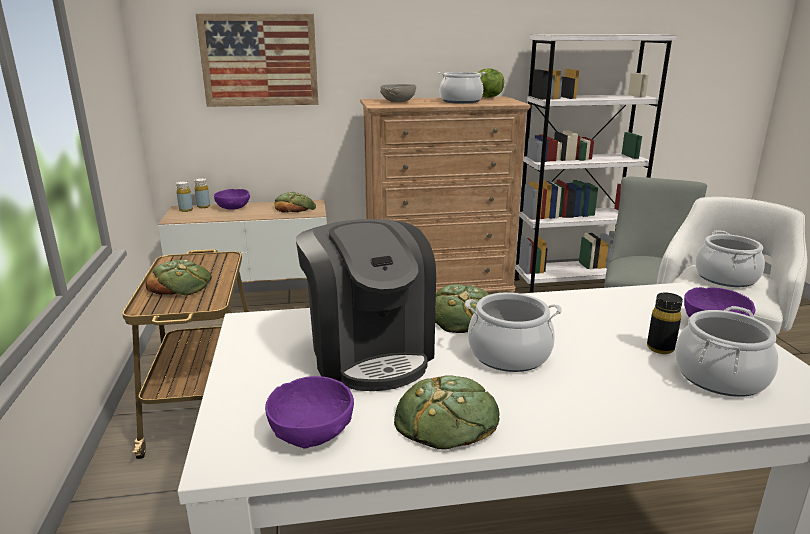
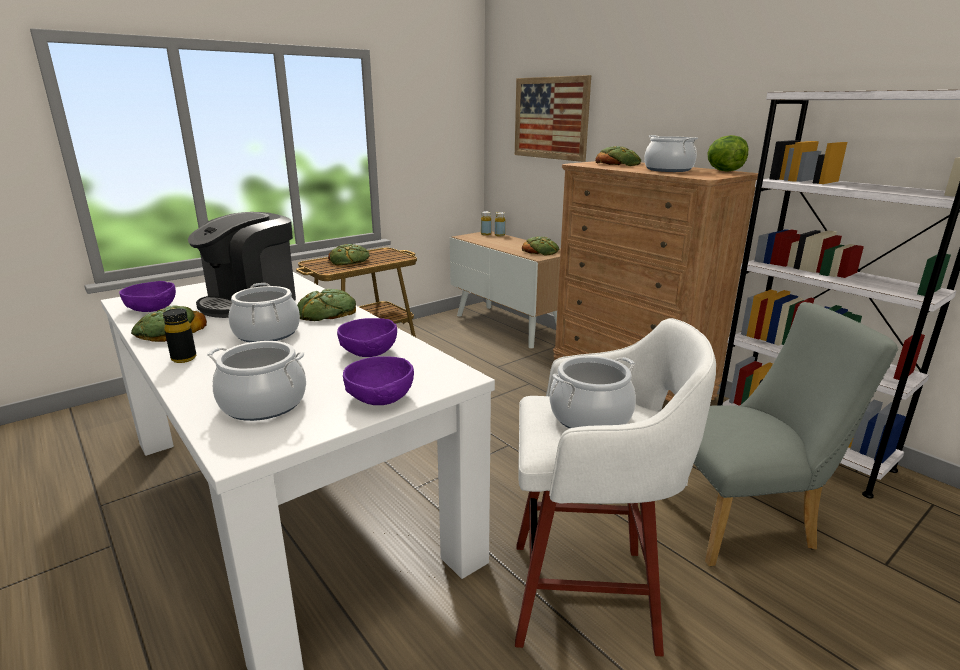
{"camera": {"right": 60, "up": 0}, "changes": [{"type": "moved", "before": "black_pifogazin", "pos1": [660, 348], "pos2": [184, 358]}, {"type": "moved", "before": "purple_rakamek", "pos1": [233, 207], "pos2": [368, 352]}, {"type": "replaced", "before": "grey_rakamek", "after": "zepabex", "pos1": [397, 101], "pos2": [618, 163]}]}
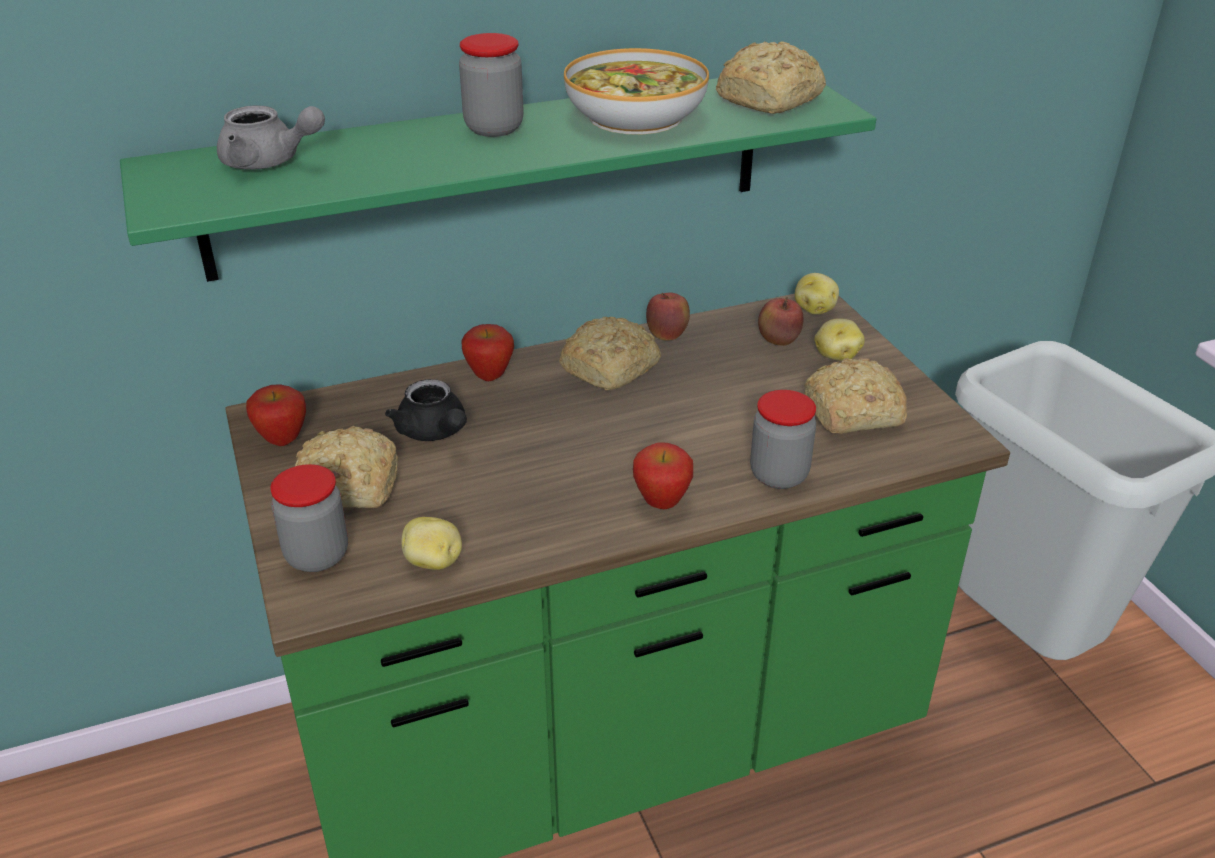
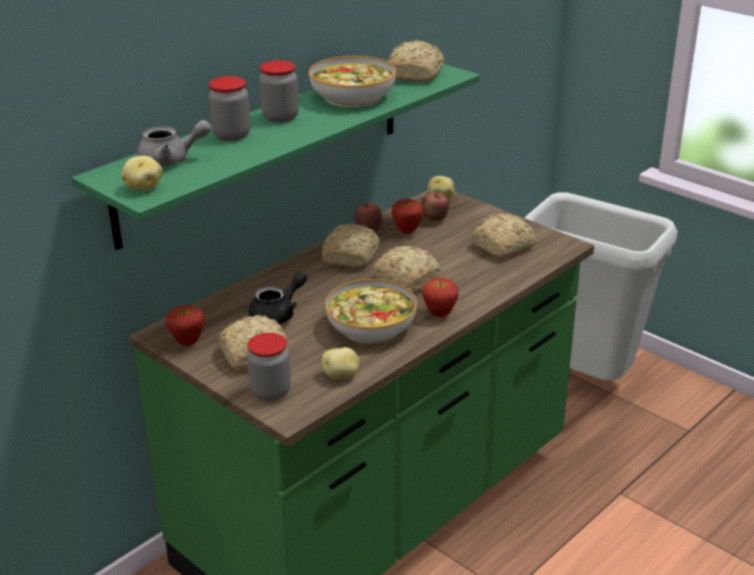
{"camera": {"right": -25, "up": -5}, "changes": [{"type": "moved", "before": "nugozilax", "pos1": [836, 356], "pos2": [143, 188]}, {"type": "moved", "before": "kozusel", "pos1": [779, 475], "pos2": [231, 135]}, {"type": "turned", "before": "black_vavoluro", "pos1": [434, 432], "pos2": [278, 314], "turn": -75}, {"type": "added", "after": "rakamek", "pos2": [371, 327]}, {"type": "added", "after": "zepabex", "pos2": [406, 279]}, {"type": "moved", "before": "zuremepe", "pos1": [490, 377], "pos2": [407, 231]}]}
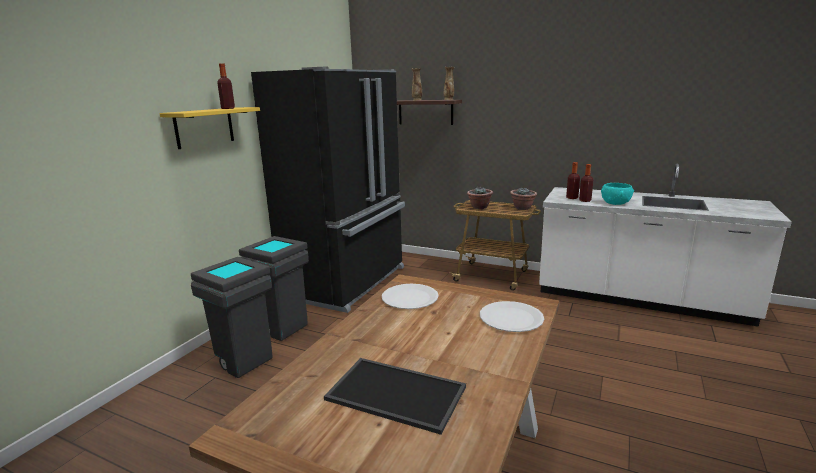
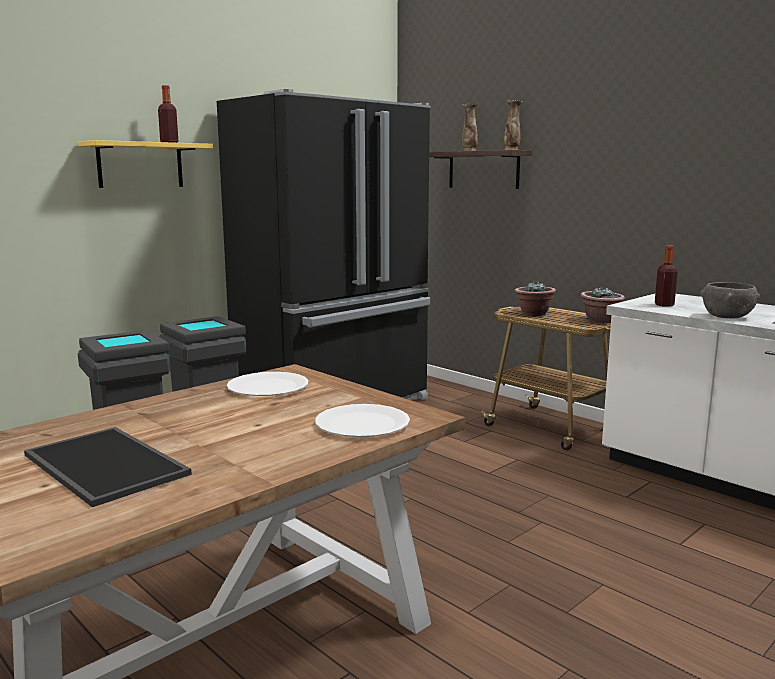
{"camera": {"right": 20, "up": -5}, "changes": [{"type": "recoloured", "before": "turquoise_rakamek", "after": "grey_rakamek", "pos1": [615, 203], "pos2": [727, 316]}, {"type": "removed", "before": "pifogazin", "pos1": [585, 200]}]}
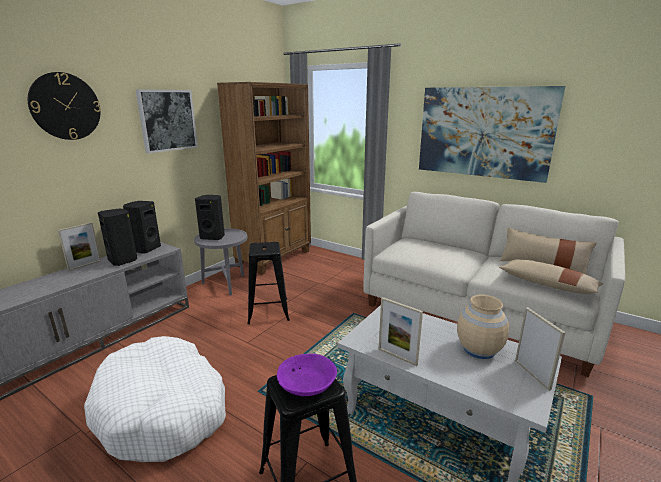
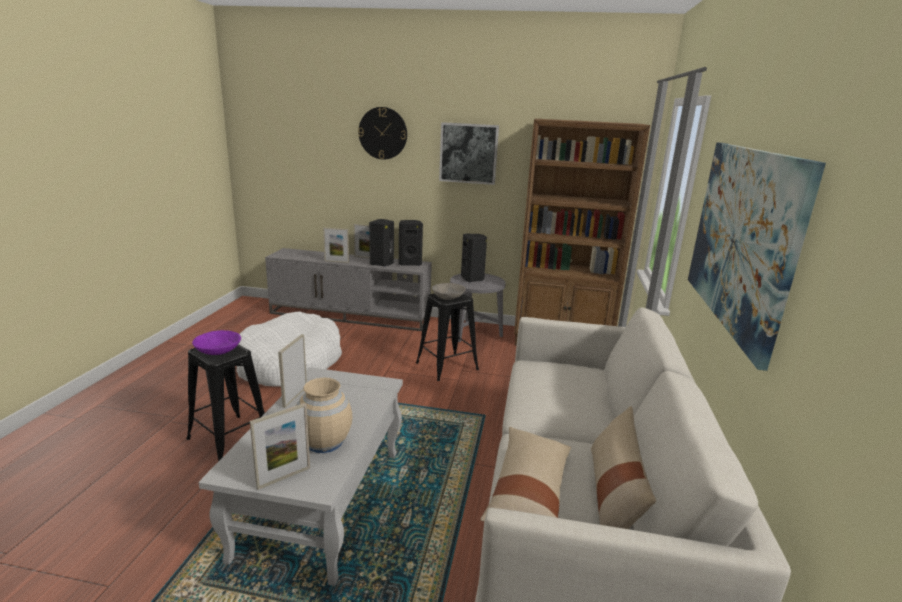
{"camera": {"right": 65, "up": 0}, "changes": [{"type": "added", "after": "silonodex", "pos2": [336, 261]}, {"type": "added", "after": "grey_rakamek", "pos2": [448, 297]}]}
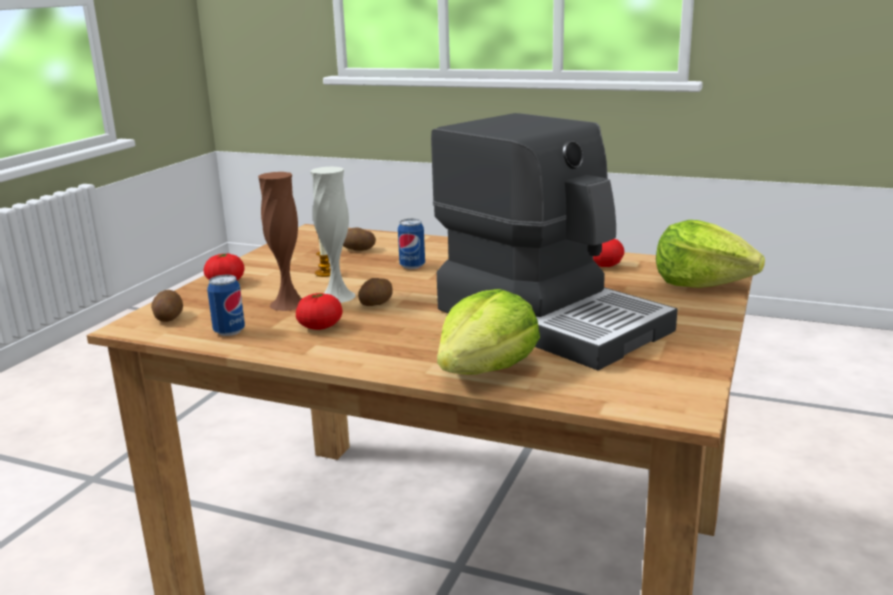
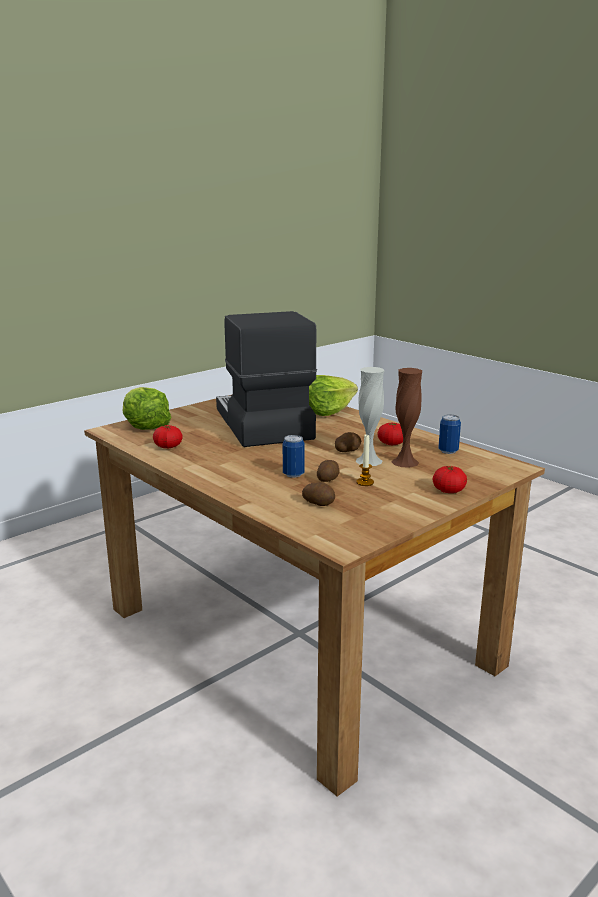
{"camera": {"right": -155, "up": 0}, "changes": [{"type": "moved", "before": "nugozilax", "pos1": [168, 318], "pos2": [328, 479]}]}
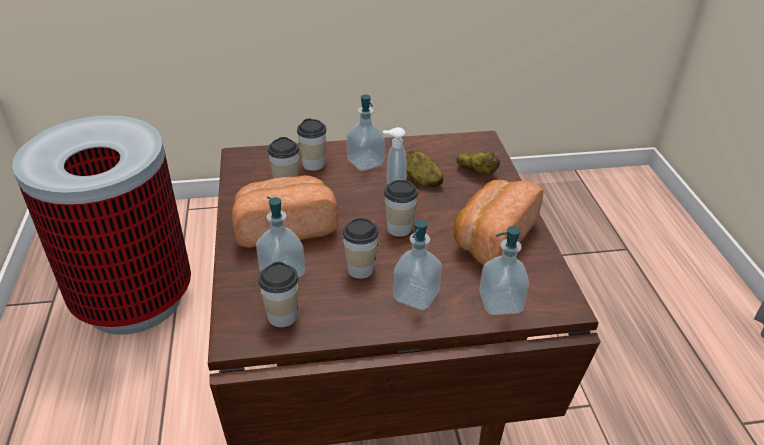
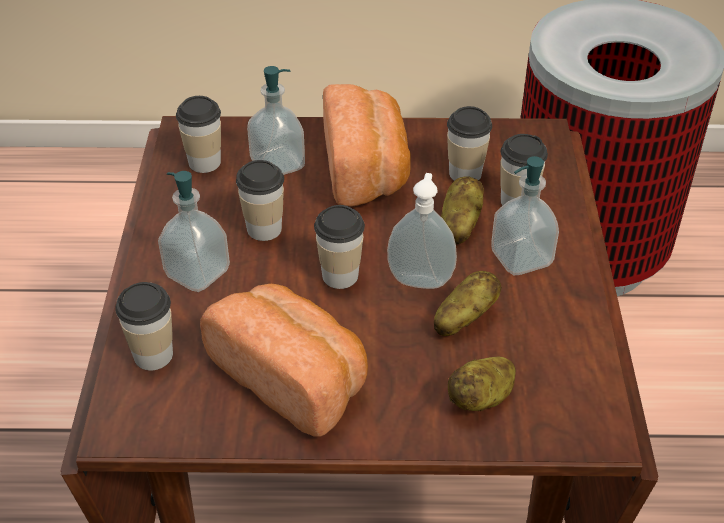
{"camera": {"right": 100, "up": 5}, "changes": [{"type": "replaced", "before": "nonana", "after": "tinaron", "pos1": [500, 303], "pos2": [153, 355]}, {"type": "added", "after": "nugozilax", "pos2": [459, 225]}]}
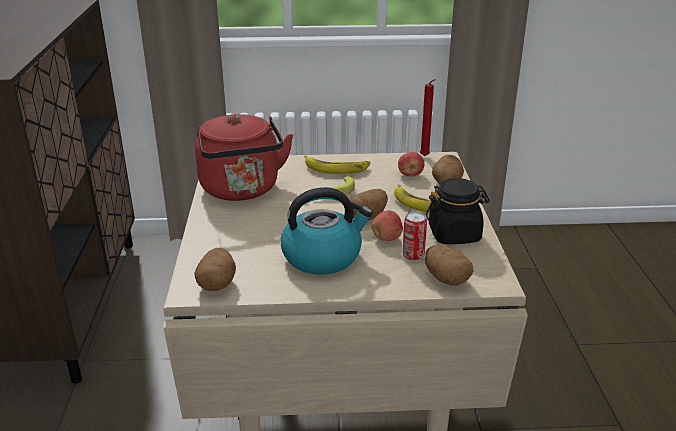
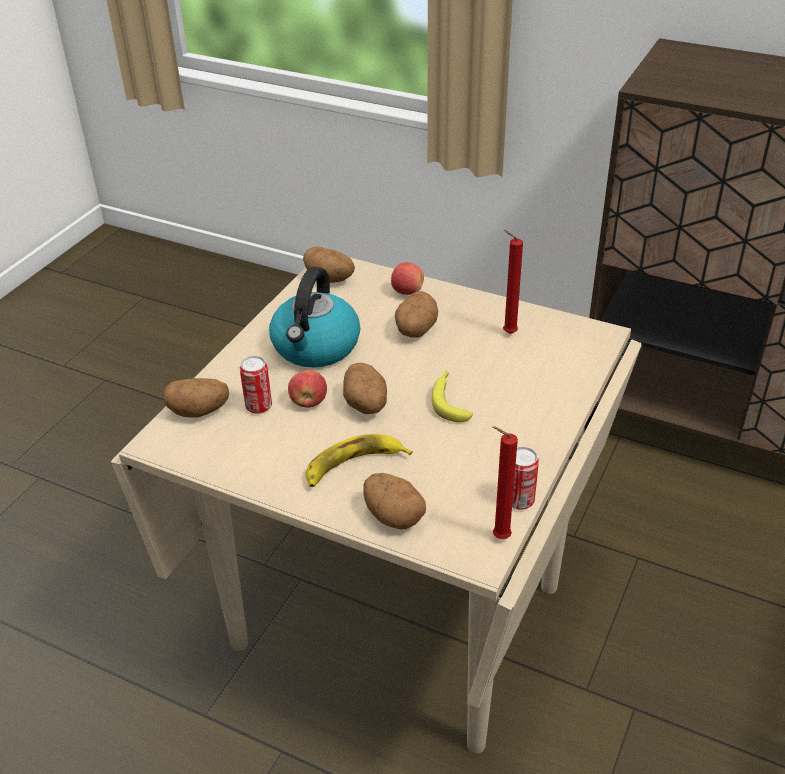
{"camera": {"right": 120, "up": 10}, "changes": [{"type": "moved", "before": "zuremepe", "pos1": [410, 175], "pos2": [407, 291]}, {"type": "added", "after": "nugozilax", "pos2": [415, 330]}, {"type": "replaced", "before": "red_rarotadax", "after": "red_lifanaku", "pos1": [242, 190], "pos2": [507, 333]}, {"type": "added", "after": "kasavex", "pos2": [519, 500]}, {"type": "removed", "before": "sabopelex", "pos1": [336, 168]}, {"type": "removed", "before": "black_kozusel", "pos1": [454, 234]}]}
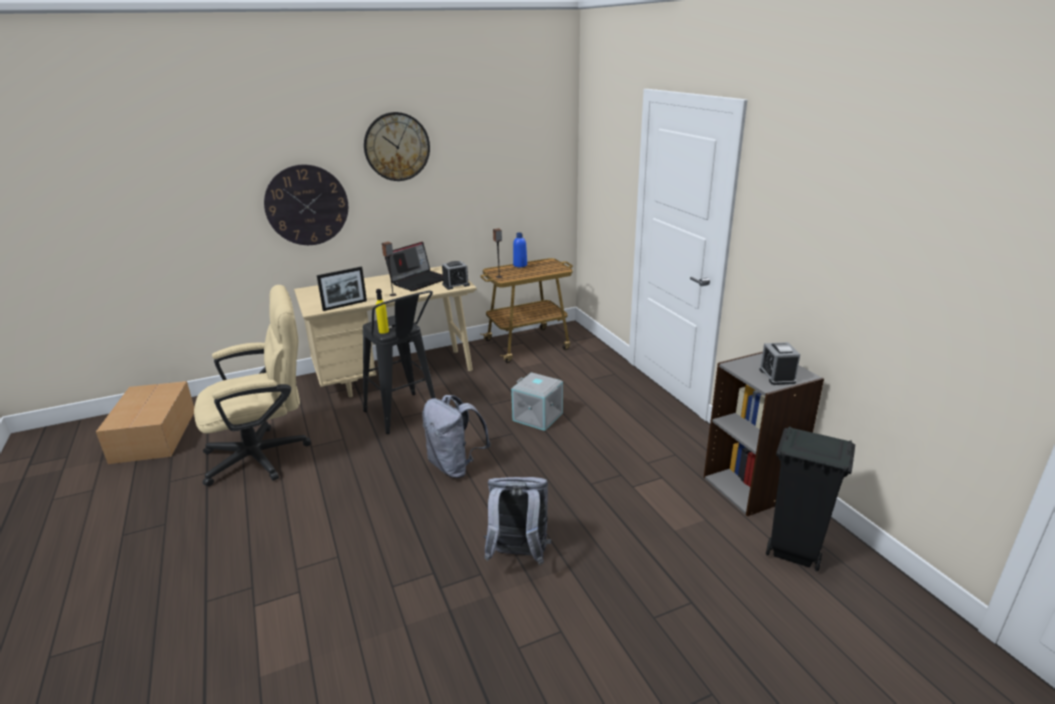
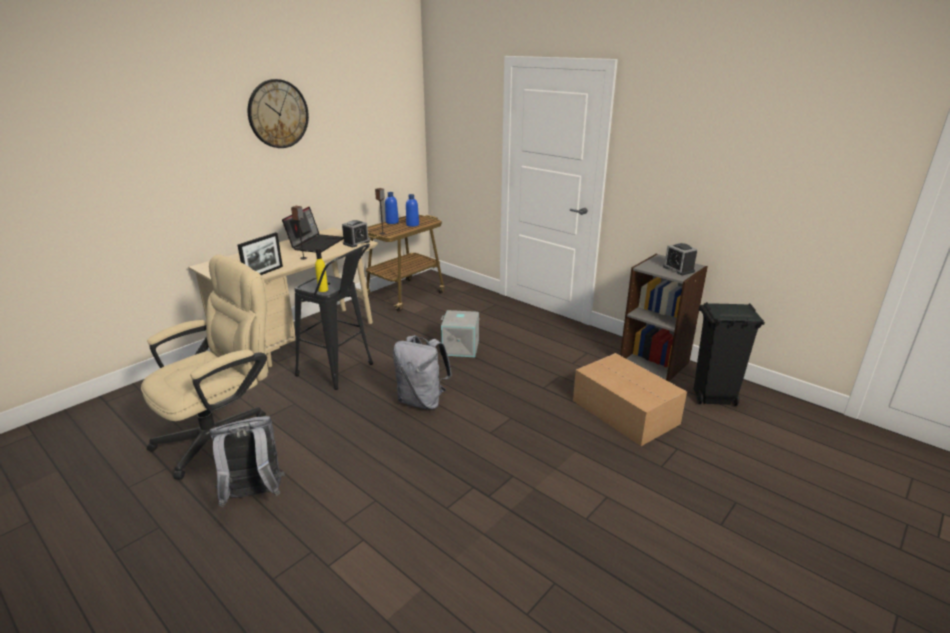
{"camera": {"right": -25, "up": 0}, "changes": [{"type": "moved", "before": "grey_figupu", "pos1": [518, 556], "pos2": [254, 496]}, {"type": "added", "after": "blue_pifogazin", "pos2": [412, 224]}, {"type": "moved", "before": "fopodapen", "pos1": [153, 436], "pos2": [625, 413]}, {"type": "removed", "before": "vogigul", "pos1": [307, 205]}]}
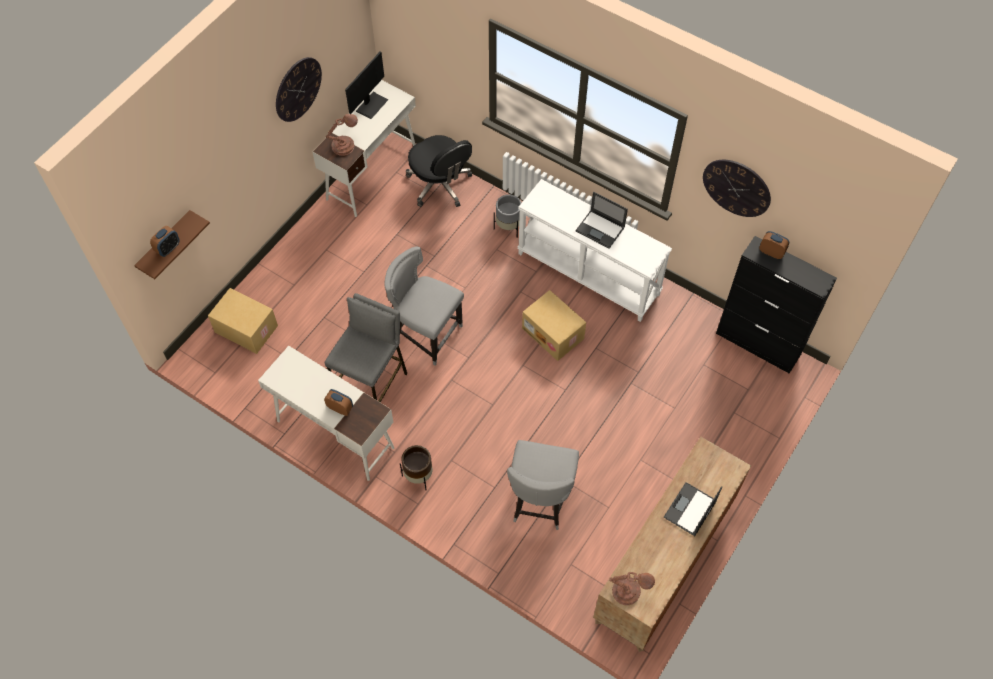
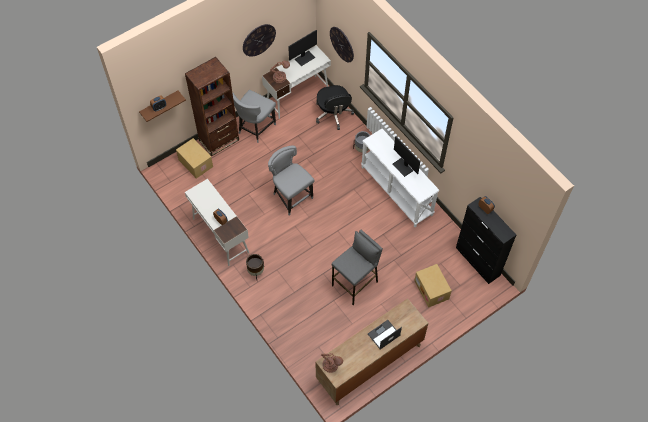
{"camera": {"right": 20, "up": 0}, "changes": [{"type": "added", "after": "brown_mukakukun", "pos2": [219, 140]}, {"type": "moved", "before": "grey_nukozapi", "pos1": [539, 501], "pos2": [255, 128]}, {"type": "moved", "before": "vogigul", "pos1": [736, 187], "pos2": [342, 44]}, {"type": "moved", "before": "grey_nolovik", "pos1": [373, 388], "pos2": [355, 284]}, {"type": "replaced", "before": "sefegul", "after": "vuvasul", "pos1": [600, 229], "pos2": [403, 167]}, {"type": "moved", "before": "fopodapen", "pos1": [554, 333], "pos2": [432, 290]}]}
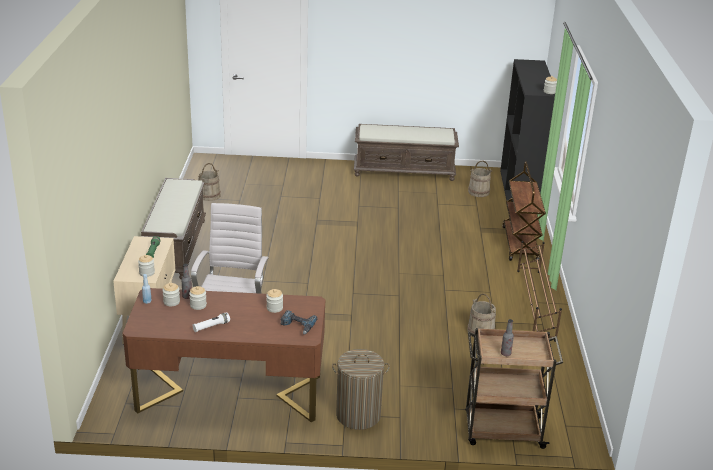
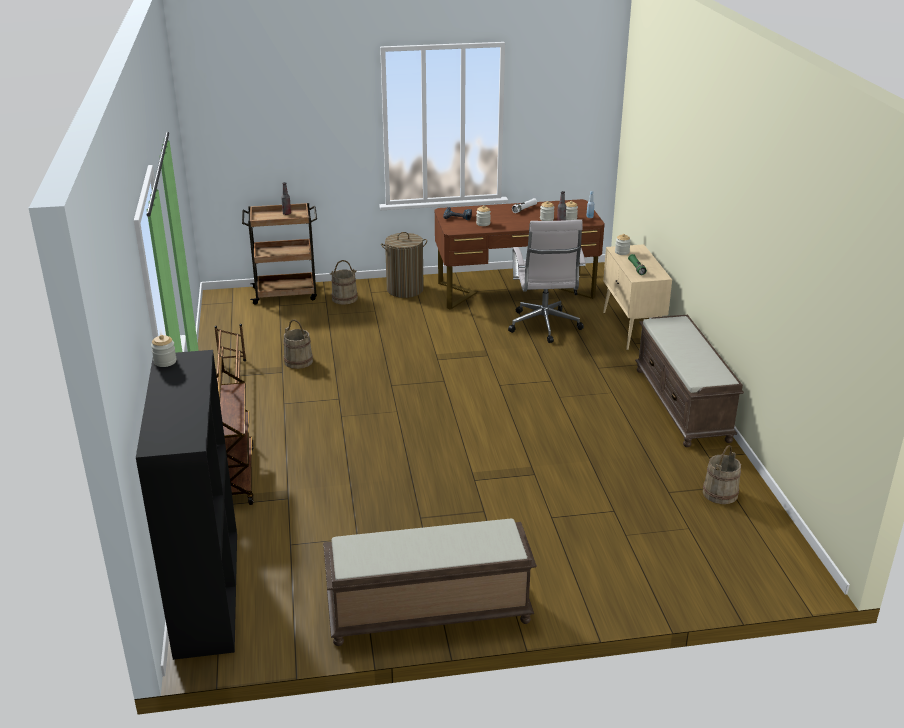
{"camera": {"right": 170, "up": 0}, "changes": [{"type": "moved", "before": "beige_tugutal", "pos1": [478, 192], "pos2": [344, 298]}]}
